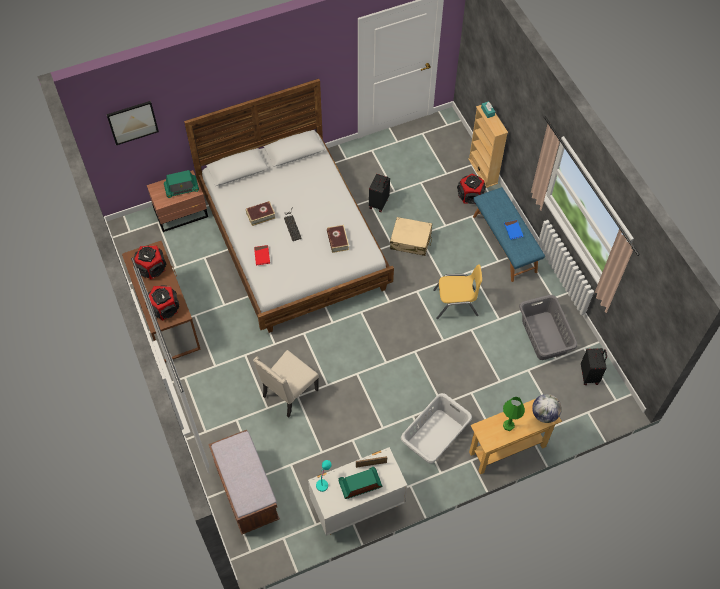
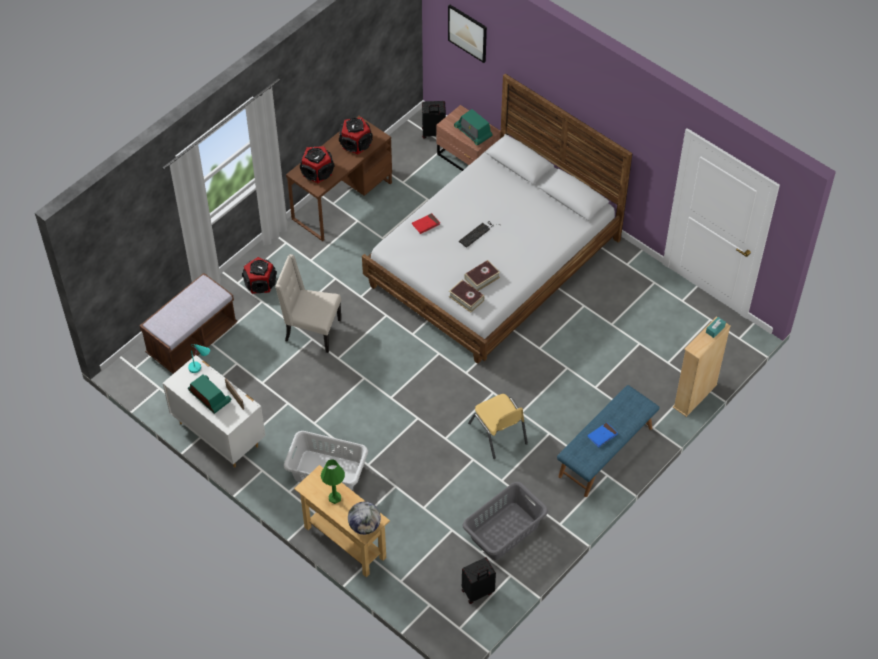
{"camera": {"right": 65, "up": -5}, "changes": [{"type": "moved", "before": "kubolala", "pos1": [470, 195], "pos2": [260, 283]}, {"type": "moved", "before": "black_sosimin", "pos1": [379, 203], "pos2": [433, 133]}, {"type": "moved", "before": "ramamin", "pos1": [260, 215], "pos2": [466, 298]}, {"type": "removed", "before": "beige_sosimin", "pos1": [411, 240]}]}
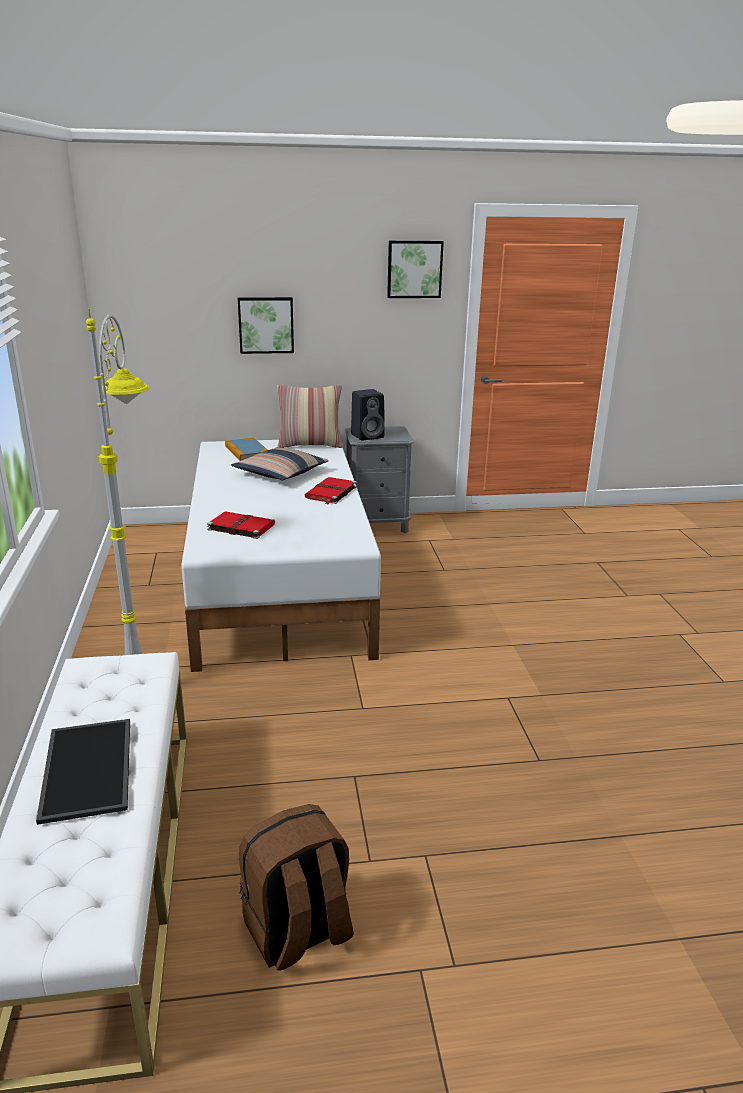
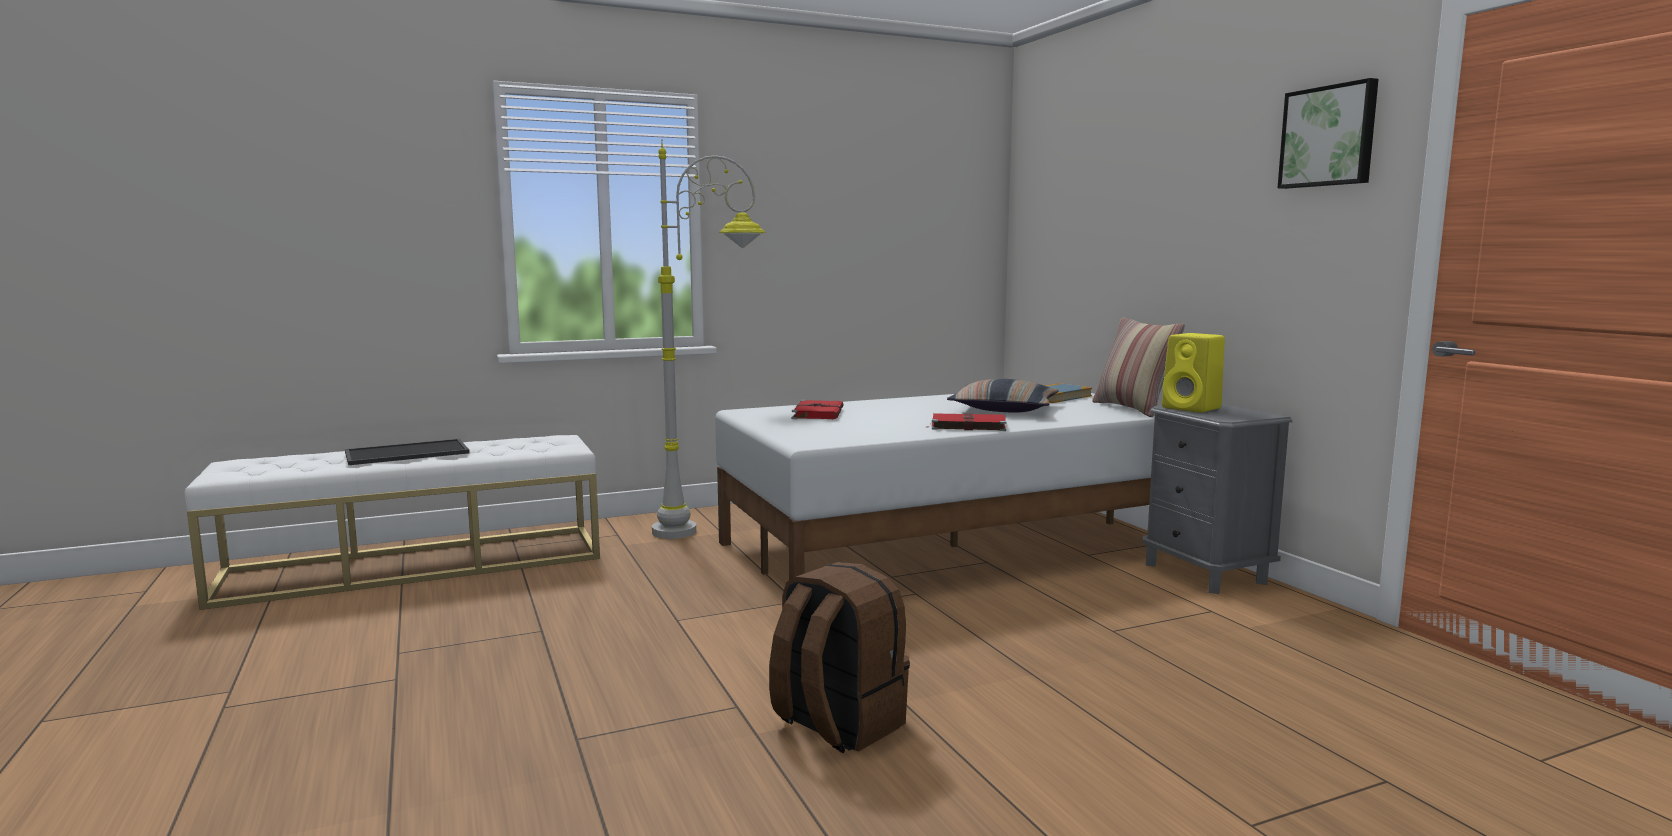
{"camera": {"right": 75, "up": -15}, "changes": [{"type": "moved", "before": "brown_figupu", "pos1": [298, 932], "pos2": [837, 724]}, {"type": "recoloured", "before": "black_kubolala", "after": "yellow_kubolala", "pos1": [368, 436], "pos2": [1193, 408]}, {"type": "removed", "before": "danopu", "pos1": [266, 325]}]}
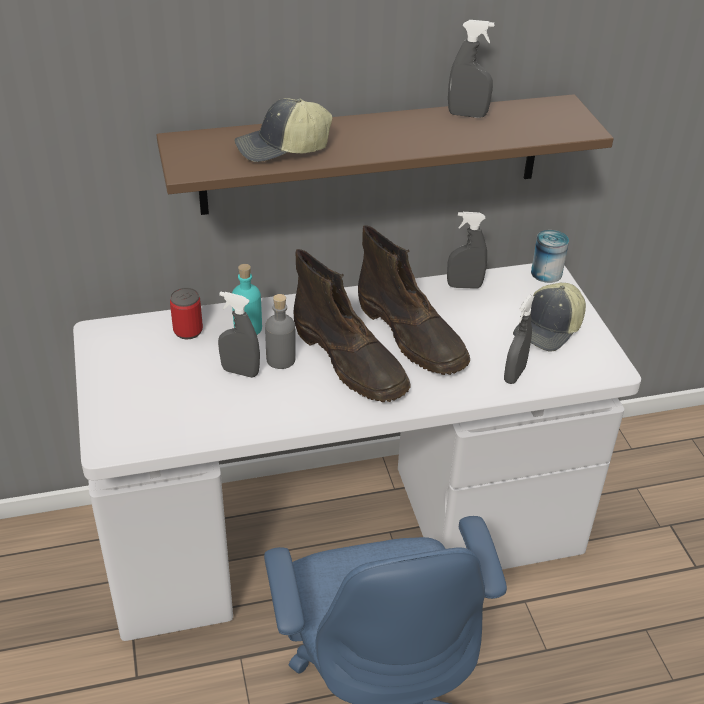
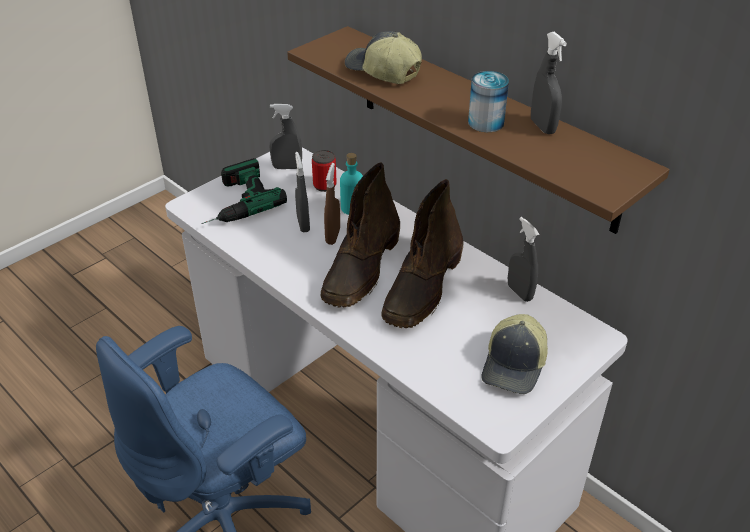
{"camera": {"right": 60, "up": 0}, "changes": [{"type": "added", "after": "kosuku", "pos2": [233, 202]}, {"type": "moved", "before": "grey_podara", "pos1": [514, 374], "pos2": [287, 167]}, {"type": "replaced", "before": "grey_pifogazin", "after": "brown_podara", "pos1": [281, 359], "pos2": [333, 236]}, {"type": "moved", "before": "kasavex", "pos1": [546, 273], "pos2": [486, 122]}, {"type": "turned", "before": "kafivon", "pos1": [549, 329], "pos2": [515, 365], "turn": -75}]}
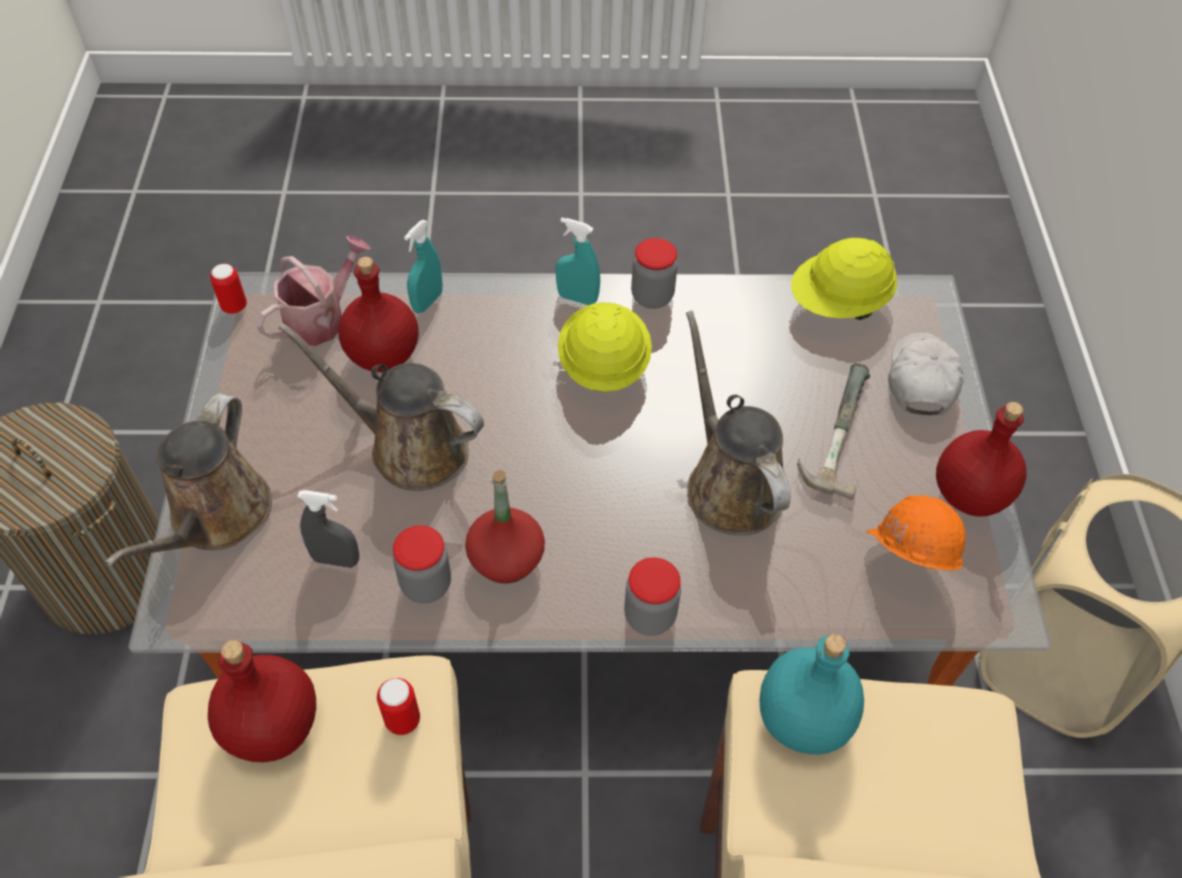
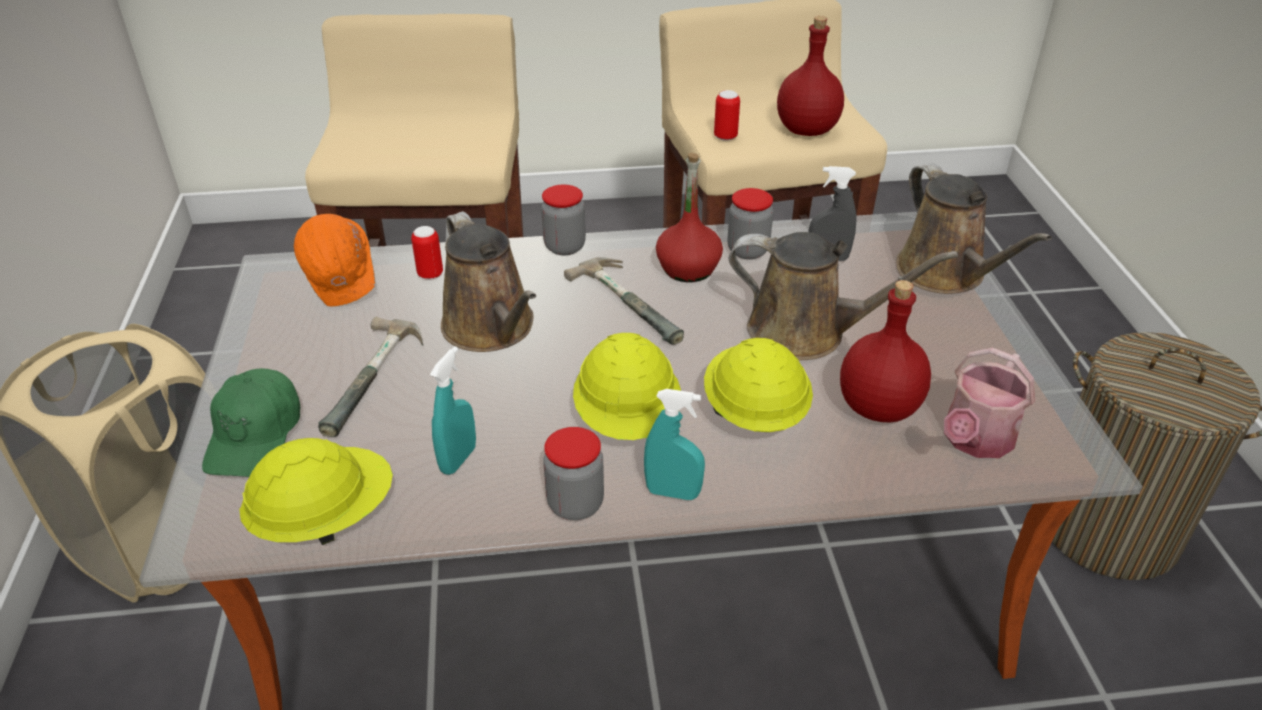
{"camera": {"right": 175, "up": -15}, "changes": [{"type": "recoloured", "before": "white_kafivon", "after": "green_kafivon", "pos1": [921, 379], "pos2": [256, 435]}, {"type": "moved", "before": "kasavex", "pos1": [234, 306], "pos2": [430, 274]}, {"type": "moved", "before": "turquoise_podara", "pos1": [427, 302], "pos2": [458, 459]}, {"type": "added", "after": "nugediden", "pos2": [635, 301]}, {"type": "added", "after": "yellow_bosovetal", "pos2": [754, 412]}, {"type": "turned", "before": "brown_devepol", "pos1": [215, 518], "pos2": [945, 274], "turn": 150}, {"type": "removed", "before": "turquoise_pifogazin", "pos1": [802, 720]}, {"type": "removed", "before": "red_pifogazin", "pos1": [971, 494]}]}
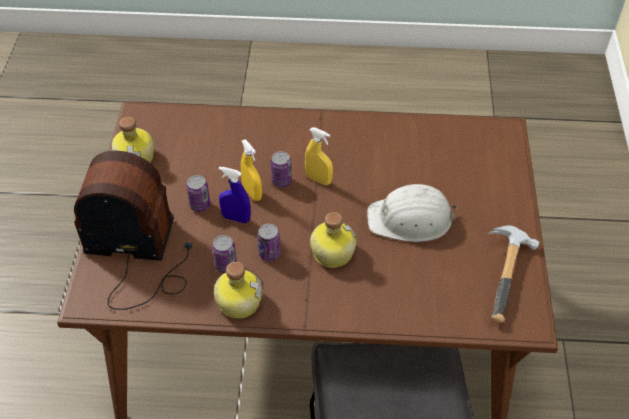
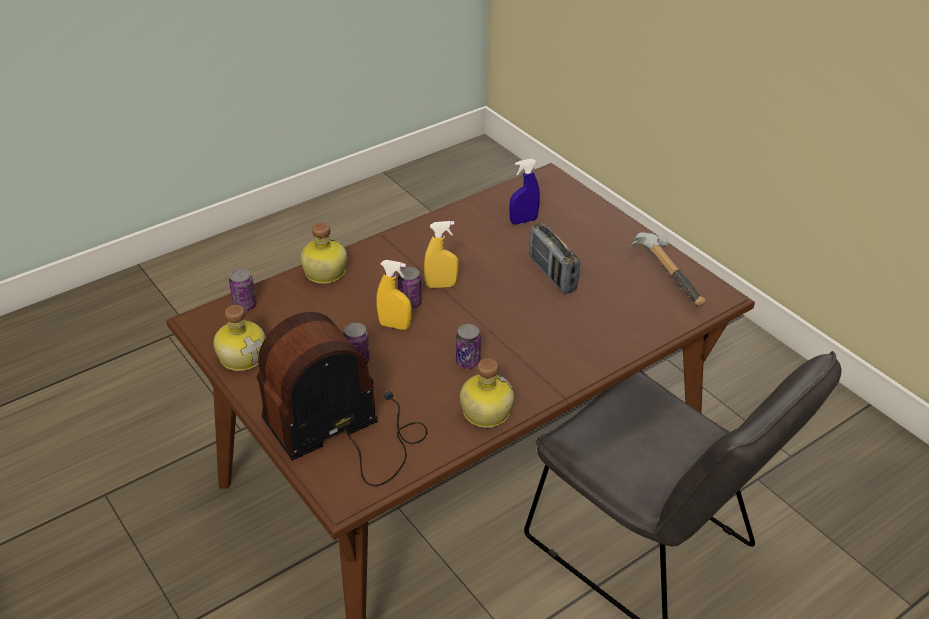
{"camera": {"right": -40, "up": -10}, "changes": [{"type": "moved", "before": "kasavex", "pos1": [226, 265], "pos2": [245, 305]}, {"type": "moved", "before": "pifogazin", "pos1": [331, 252], "pos2": [323, 272]}, {"type": "moved", "before": "blue_podara", "pos1": [236, 218], "pos2": [523, 221]}, {"type": "replaced", "before": "white_bosovetal", "after": "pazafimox", "pos1": [411, 219], "pos2": [552, 274]}]}
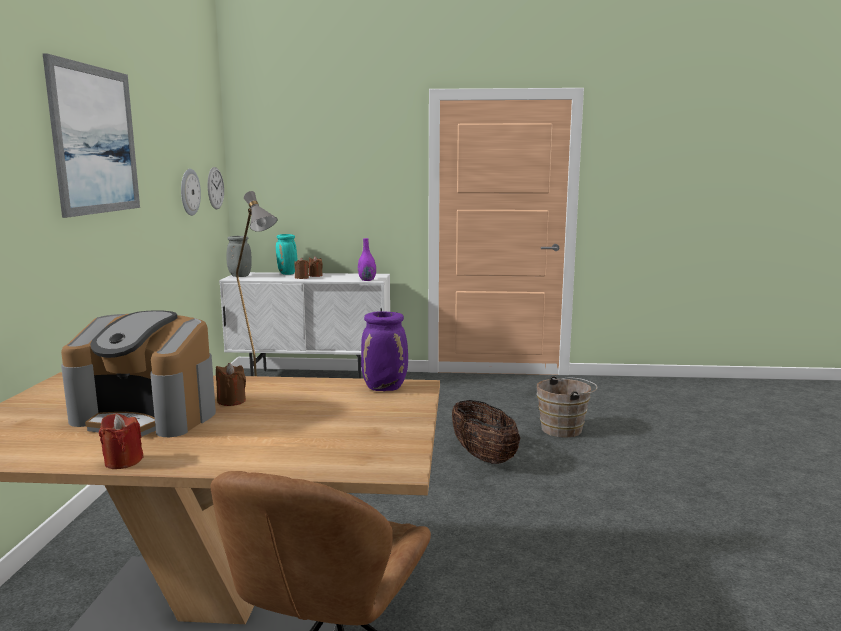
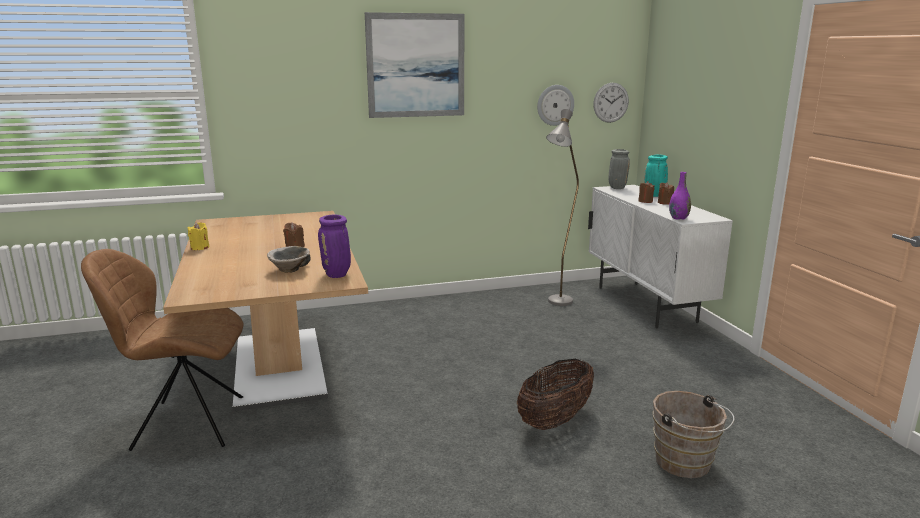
{"camera": {"right": 70, "up": 5}, "changes": [{"type": "recoloured", "before": "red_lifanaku", "after": "yellow_lifanaku", "pos1": [123, 461], "pos2": [200, 247]}, {"type": "added", "after": "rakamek", "pos2": [290, 270]}, {"type": "removed", "before": "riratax", "pos1": [148, 415]}]}
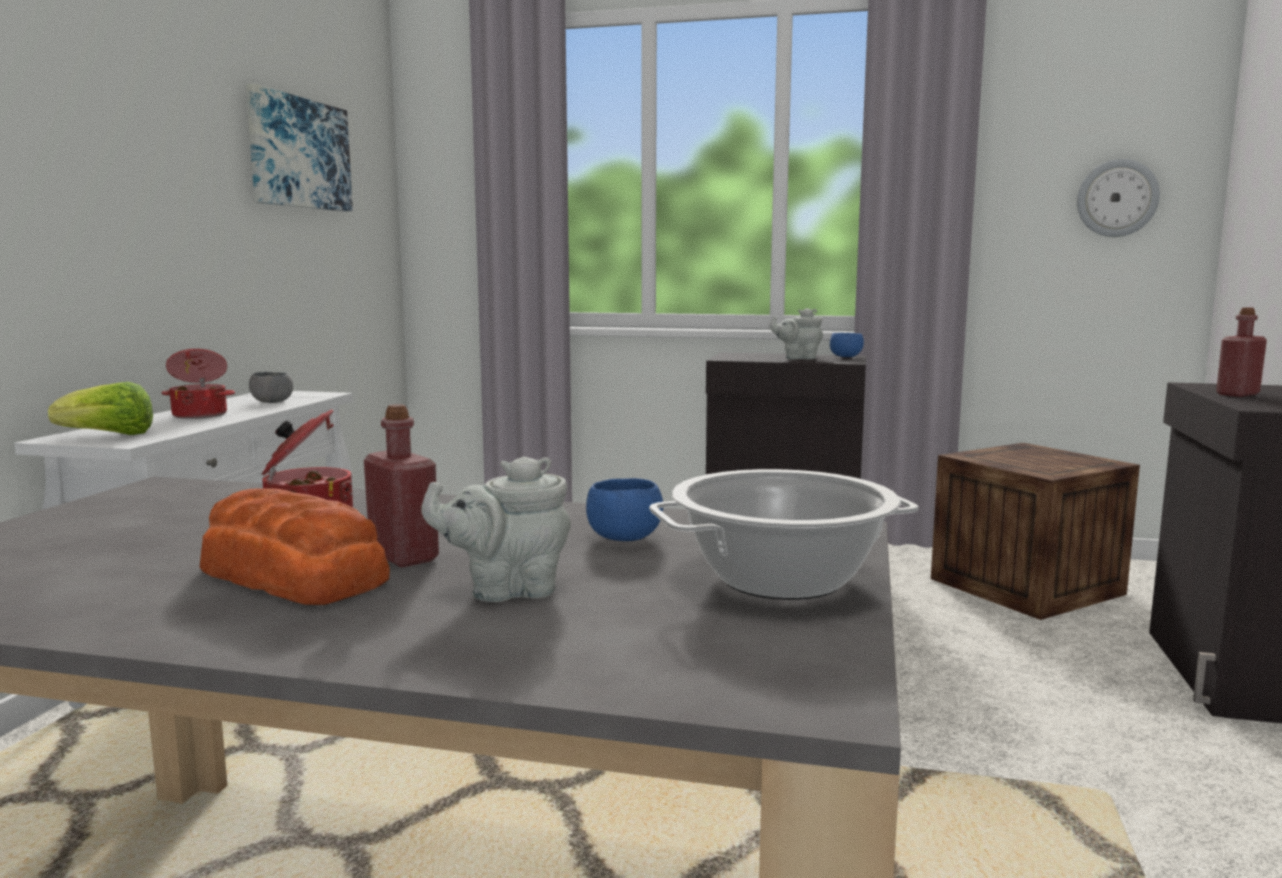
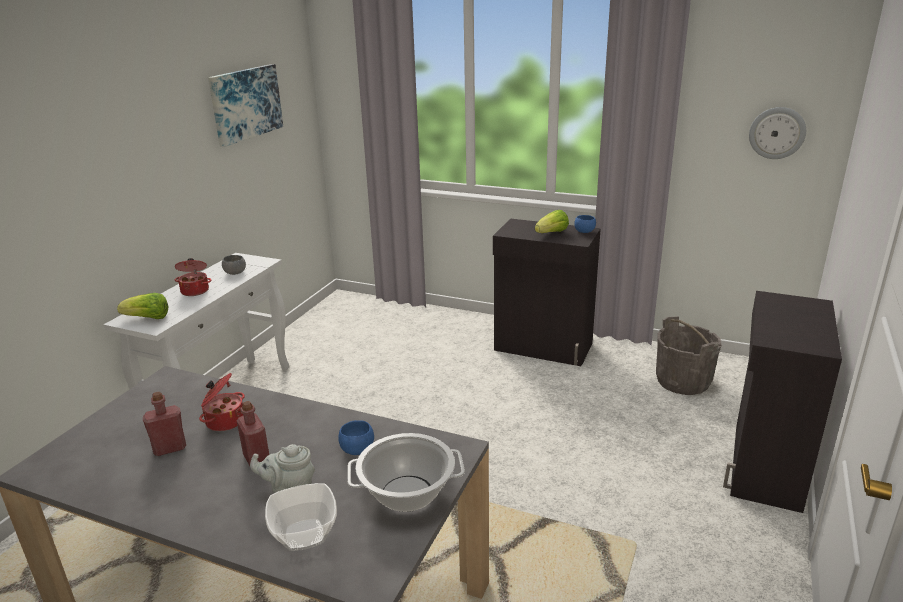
{"camera": {"right": 10, "up": 15}, "changes": [{"type": "moved", "before": "red_pifogazin", "pos1": [1237, 394], "pos2": [170, 448]}, {"type": "added", "after": "rakamek", "pos2": [306, 535]}, {"type": "replaced", "before": "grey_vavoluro", "after": "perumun", "pos1": [798, 358], "pos2": [552, 233]}, {"type": "replaced", "before": "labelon", "after": "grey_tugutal", "pos1": [1026, 586], "pos2": [683, 381]}, {"type": "removed", "before": "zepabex", "pos1": [293, 576]}]}
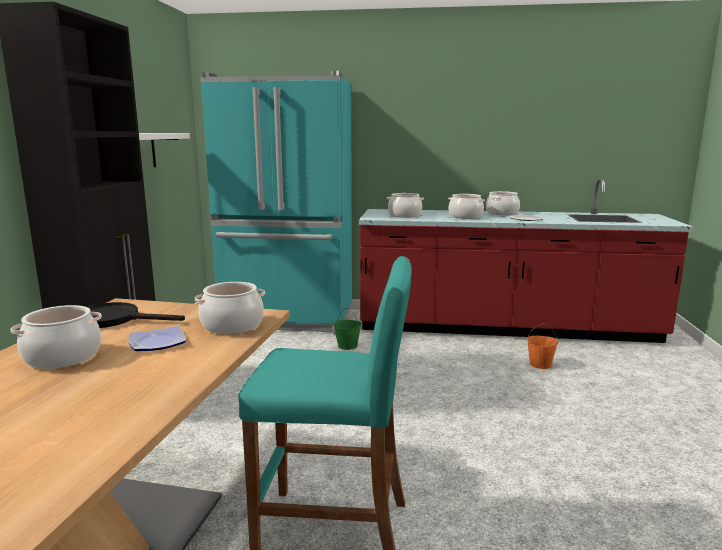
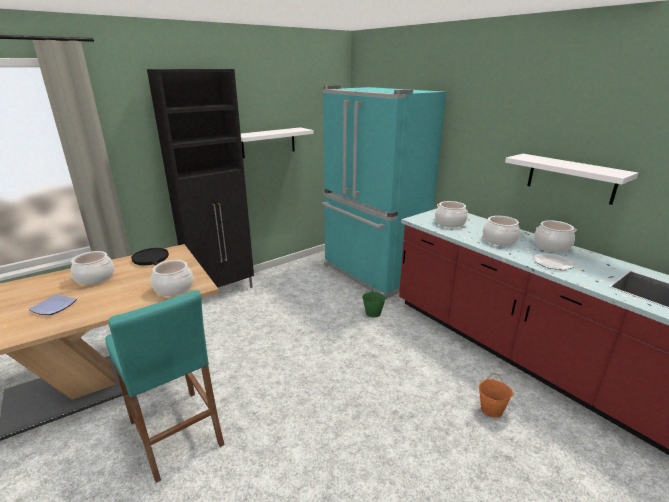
{"camera": {"right": 45, "up": 10}, "changes": [{"type": "moved", "before": "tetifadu", "pos1": [158, 343], "pos2": [54, 307]}, {"type": "added", "after": "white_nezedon", "pos2": [571, 178]}]}
